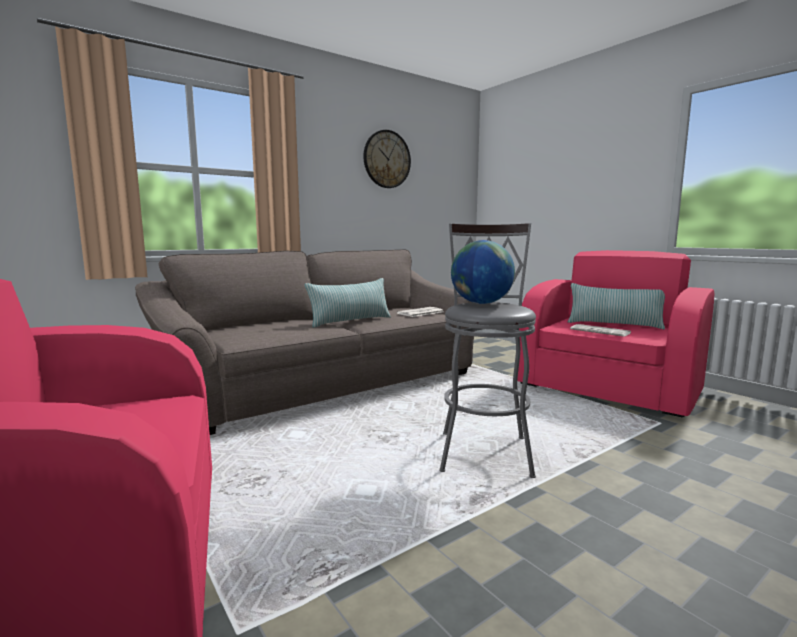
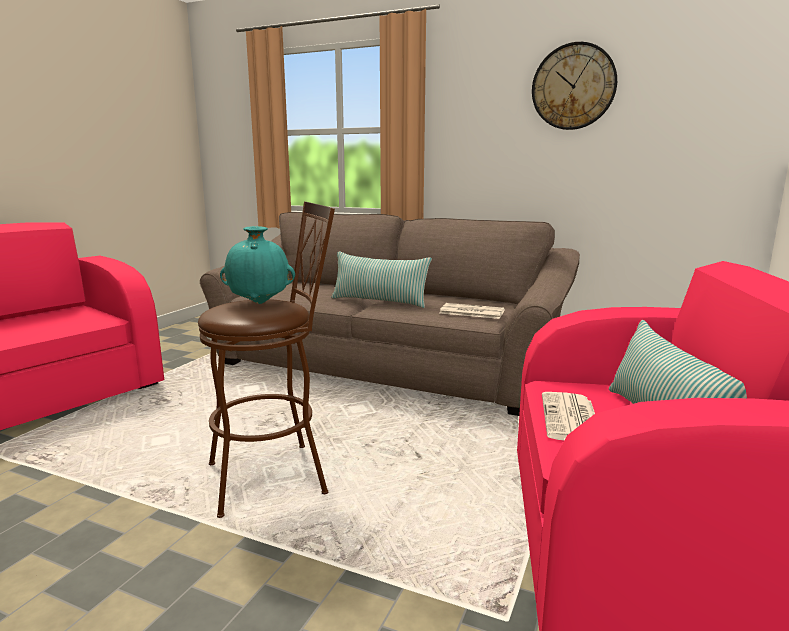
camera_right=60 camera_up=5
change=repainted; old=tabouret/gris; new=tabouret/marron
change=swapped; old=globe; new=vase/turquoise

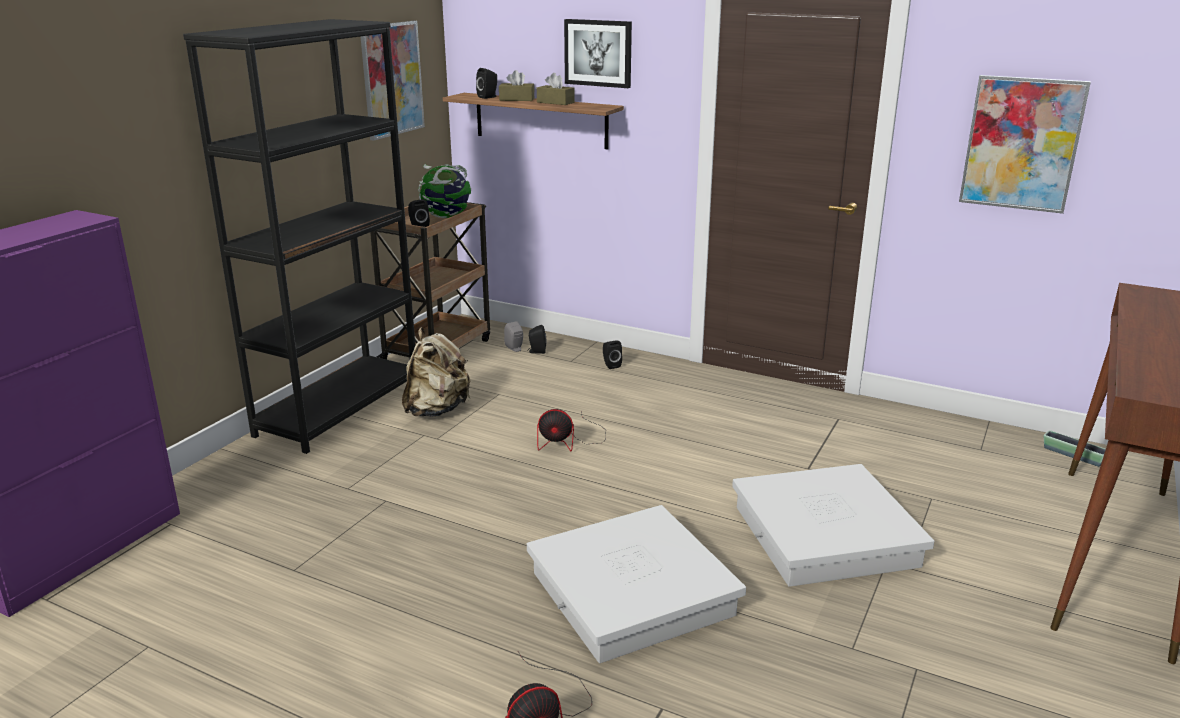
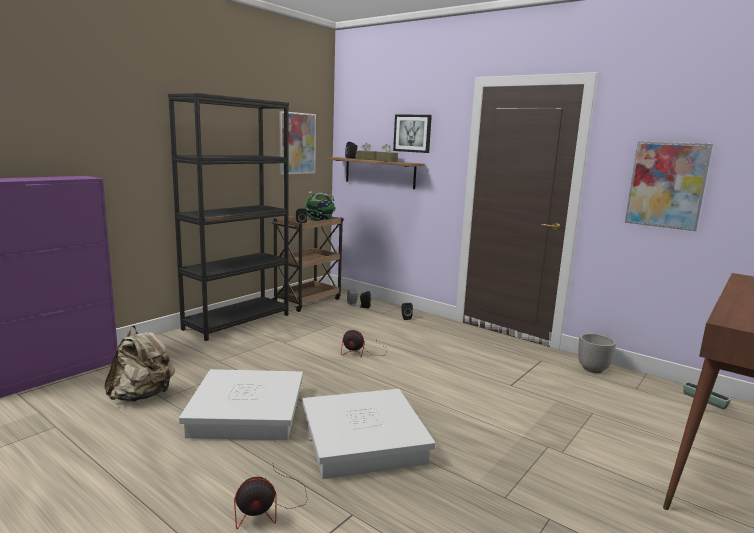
camera_right=10 camera_up=-10
change=shifted; old=sac à dos/beige
change=shifted; old=boîte de rangement/blanc (no. 2 from left in the first image); new=boîte de rangement/blanc (no. 1 from left)
change=new; new=cache-pot (no. 1 from left)

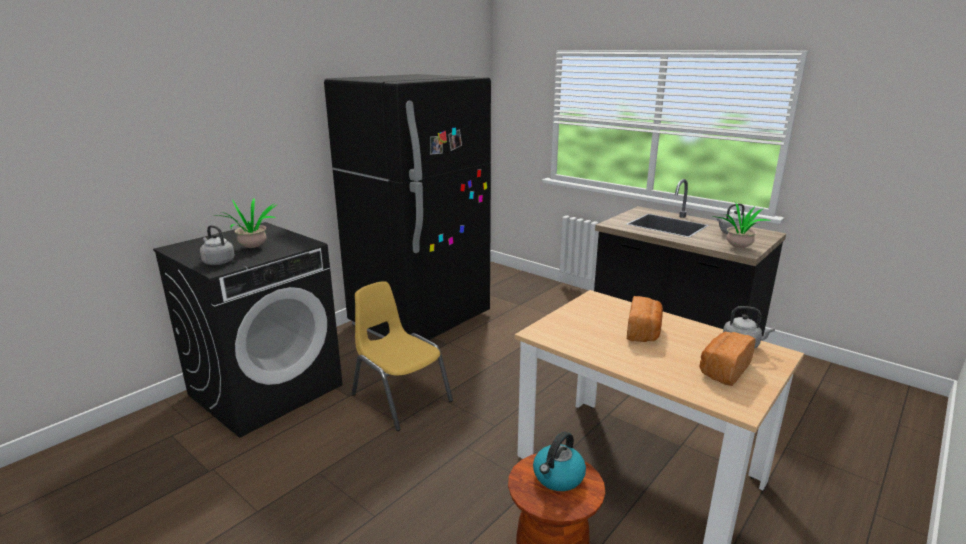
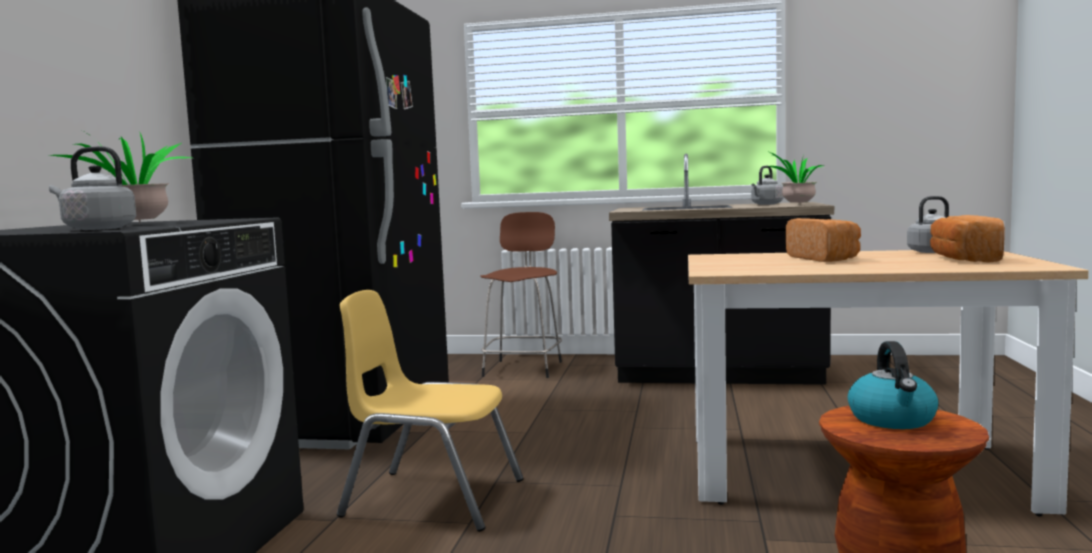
camera_right=-30 camera_up=-15
change=new; new=tabouret/marron (no. 1 from left)

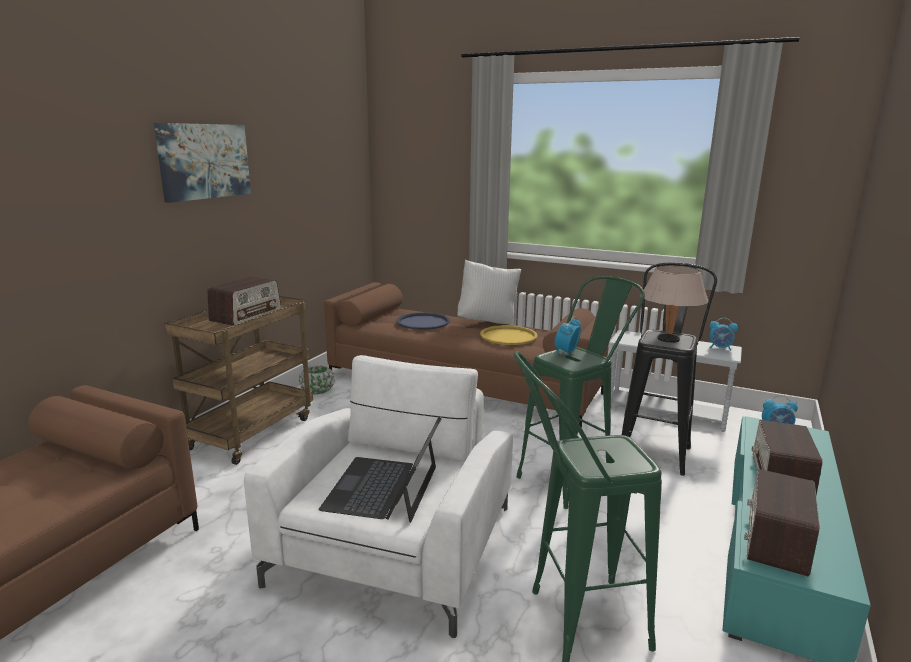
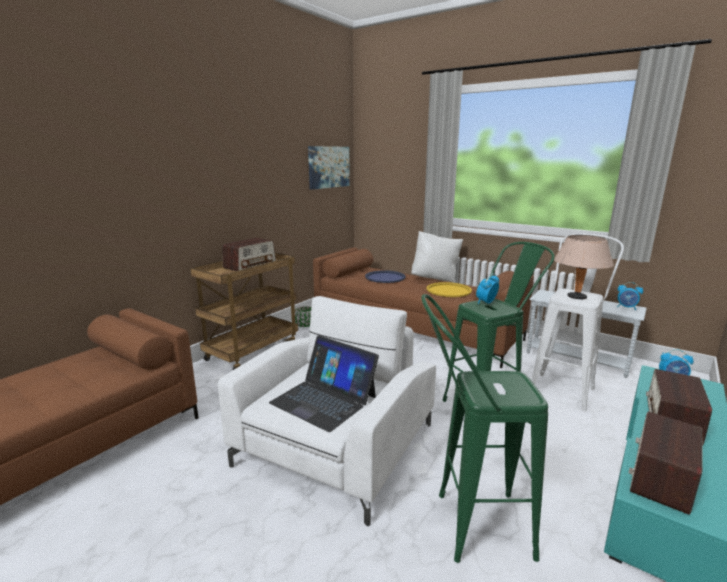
camera_right=10 camera_up=0
change=rotated; old=ordinateur portable; degrees=-75
change=shifted; old=tableau
change=repainted; old=tabouret/noir; new=tabouret/blanc

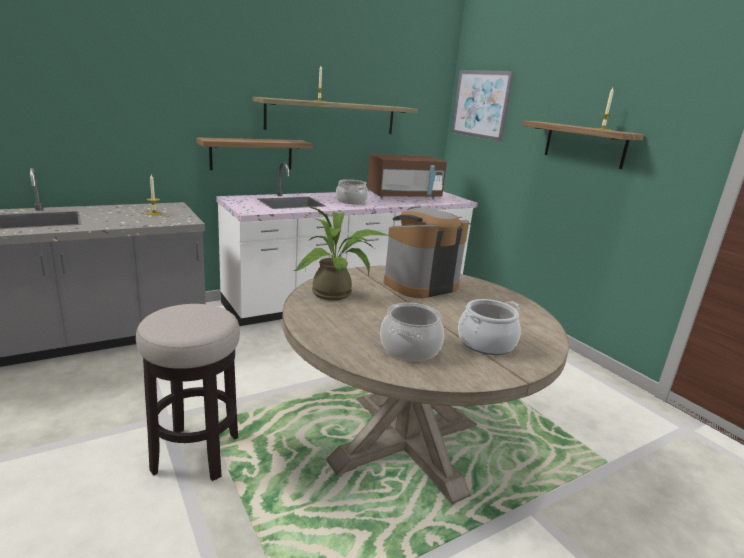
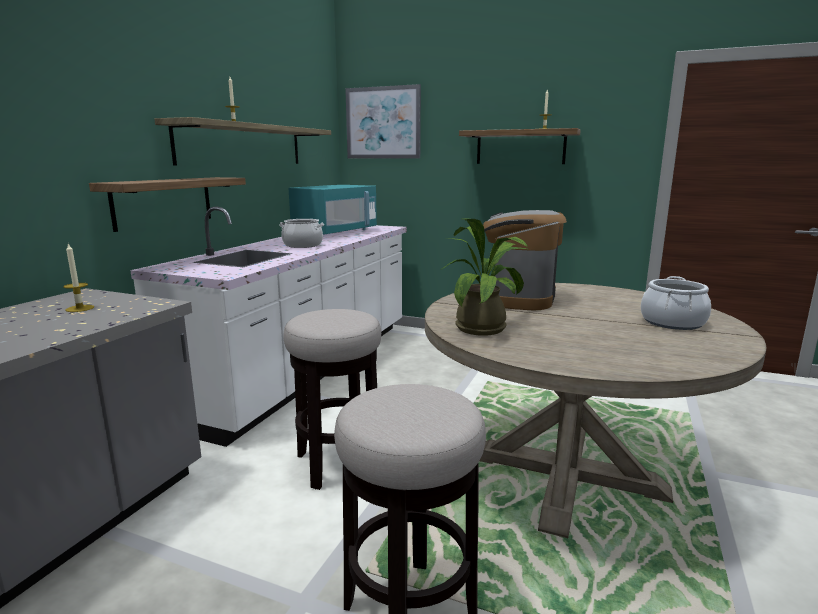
camera_right=-35 camera_up=-5
change=new; new=tabouret (no. 1 from left)
change=repainted; old=micro-ondes/marron; new=micro-ondes/turquoise
change=gone; old=marmite (no. 2 from left)

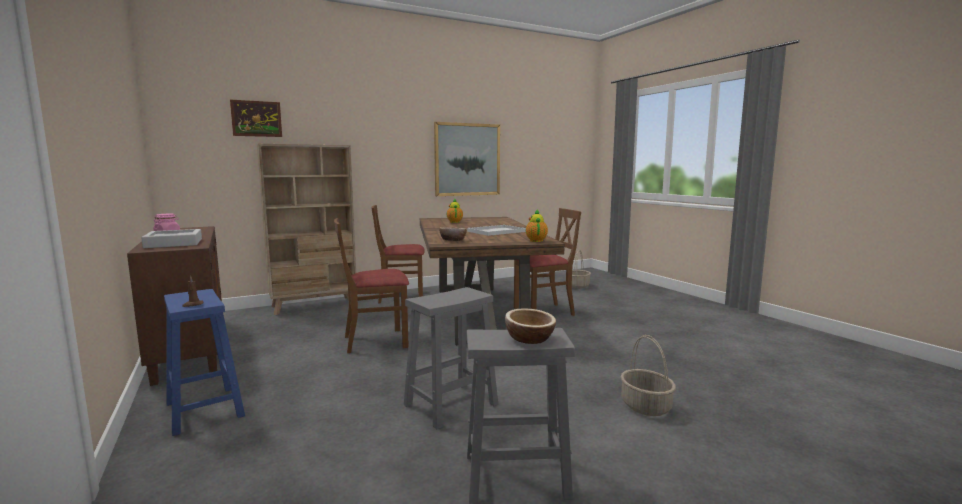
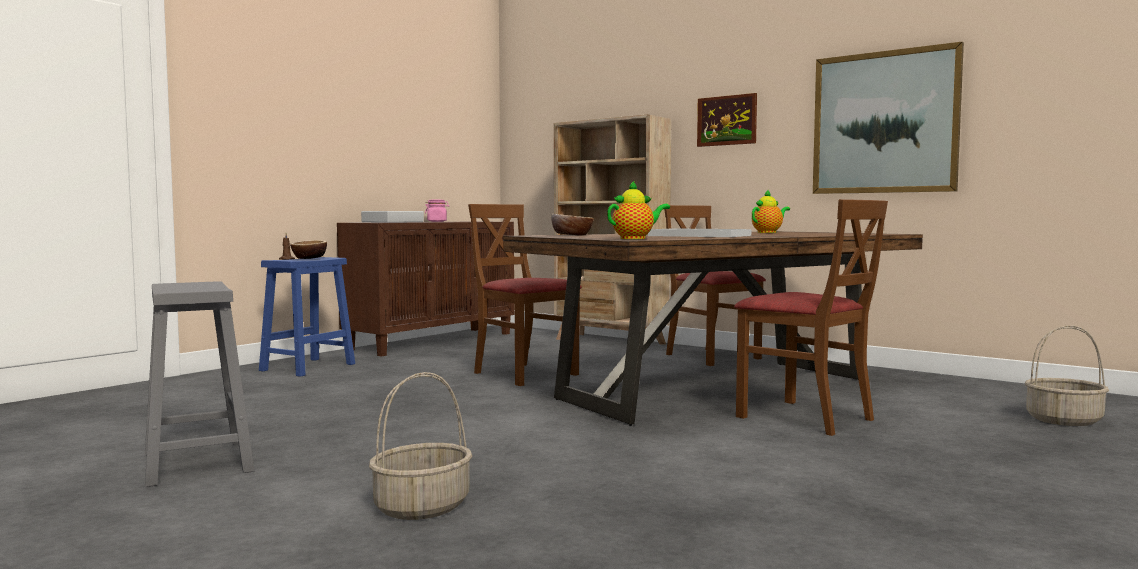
camera_right=65 camera_up=-5
change=shifted; old=bol (no. 2 from left in the first image); new=bol (no. 1 from left)
change=shifted; old=tableau (no. 1 from left)
change=gone; old=tabouret/gris (no. 1 from left)

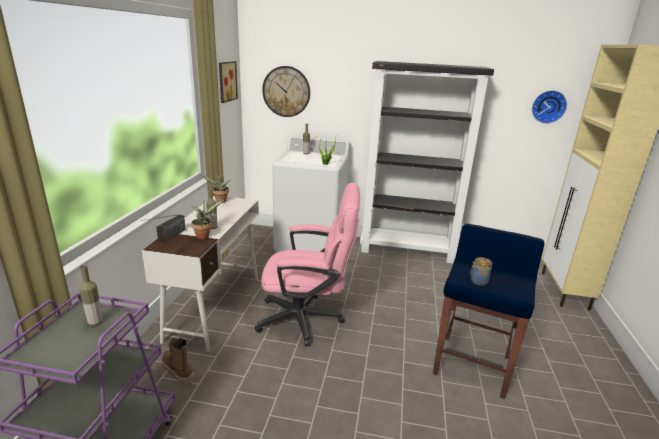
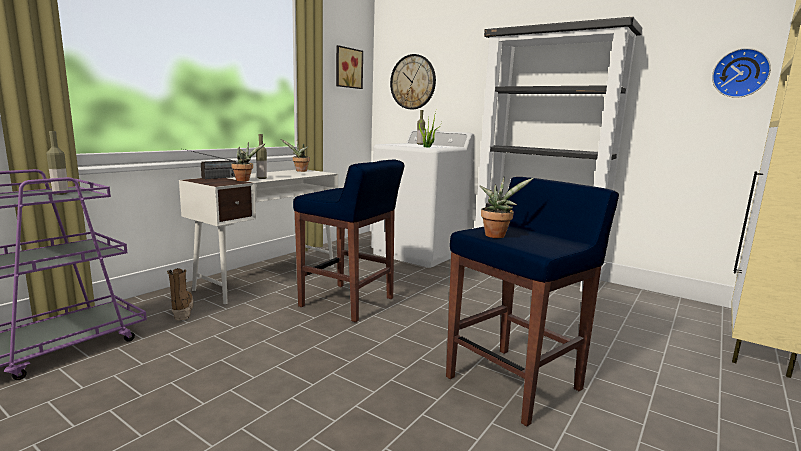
camera_right=25 camera_up=-10
change=swapped; old=chaise de bureau/rose; new=tabouret/bleu (no. 1 from left)
change=swapped; old=bocal; new=plante en pot (no. 4 from left)

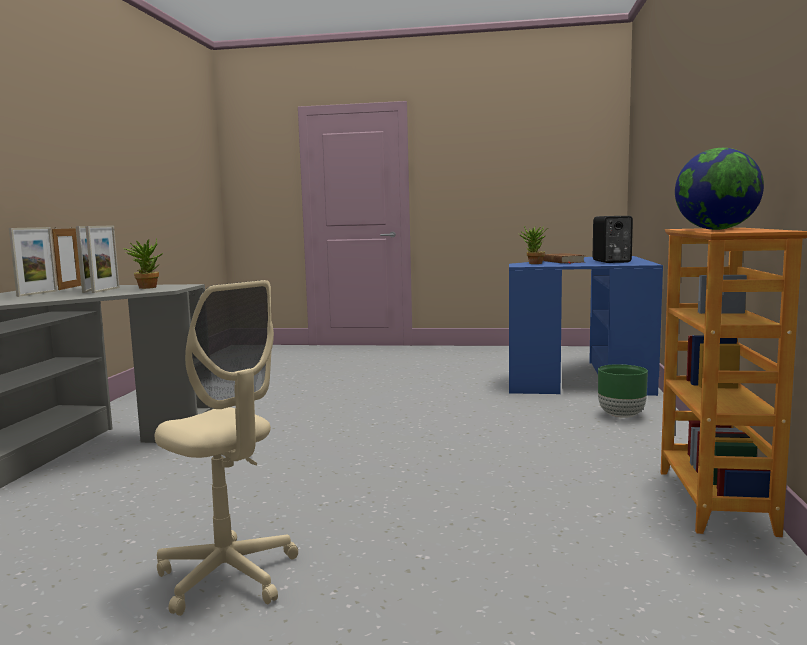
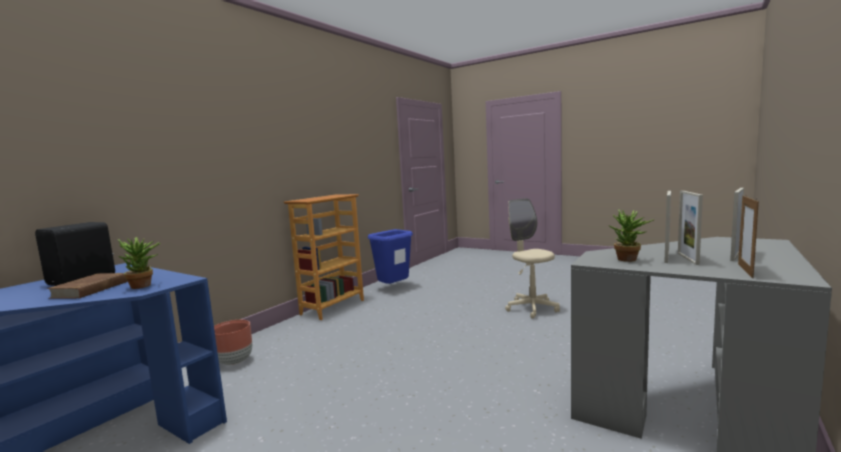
camera_right=-155 camera_up=0
change=repainted; old=cache-pot/vert; new=cache-pot/marron
change=new; new=poubelle/bleu
change=gone; old=globe

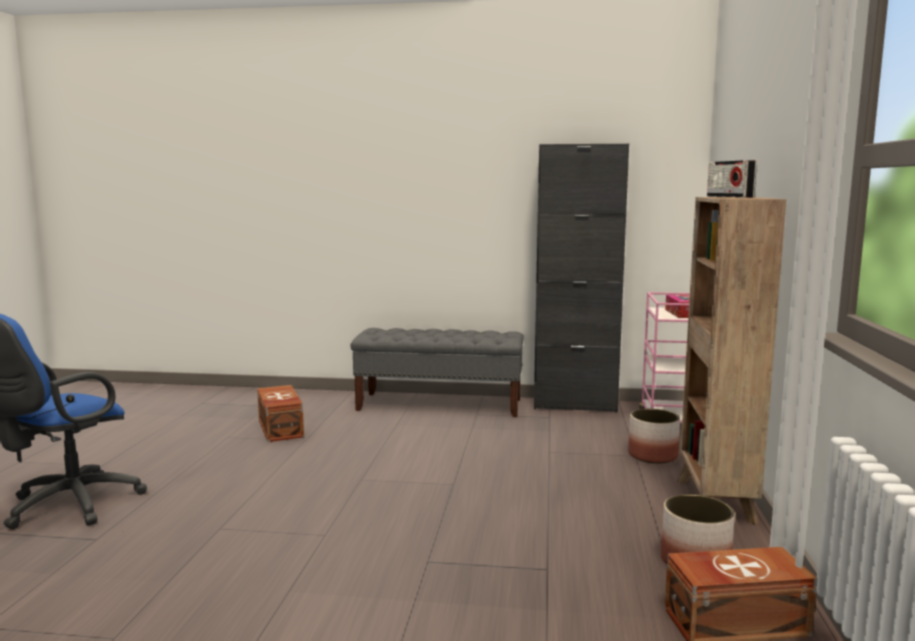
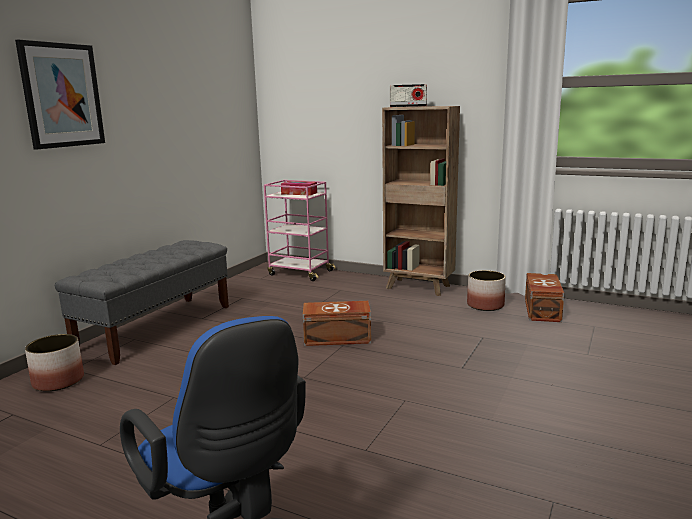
camera_right=-70 camera_up=5
change=new; new=tableau
change=shifted; old=cache-pot (no. 1 from left)
change=shifted; old=boîte de rangement/marron (no. 1 from left)
change=gone; old=meuble de rangement/noir

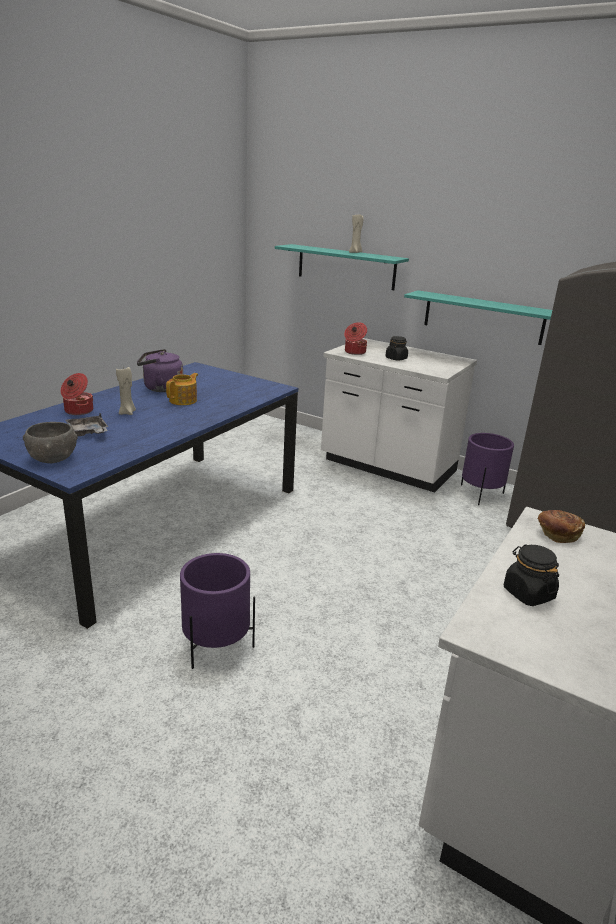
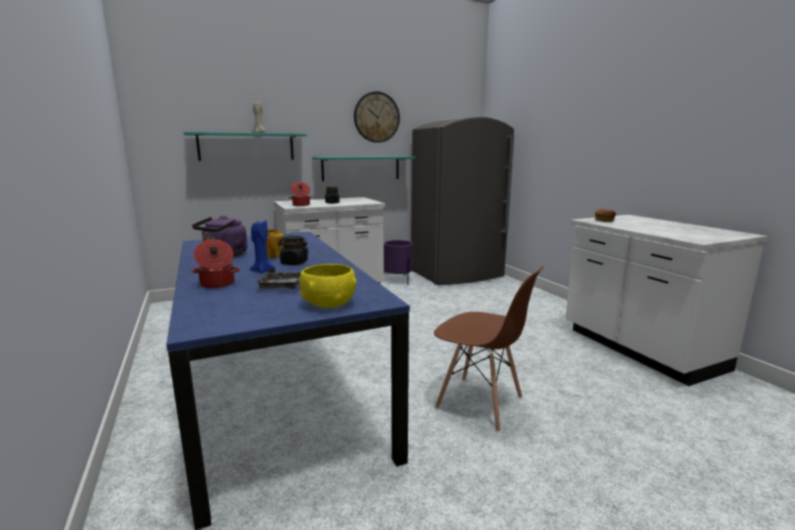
camera_right=-55 camera_up=-10
change=repainted; old=bougie/beige (no. 1 from left); new=bougie/bleu
change=shifted; old=bocal/noir (no. 2 from left in the first image); new=bocal/noir (no. 1 from left)
change=repainted; old=bol/gris; new=bol/jaune
change=new; new=horloge murale
change=swapped; old=cache-pot/violet (no. 1 from left); new=chaise/marron

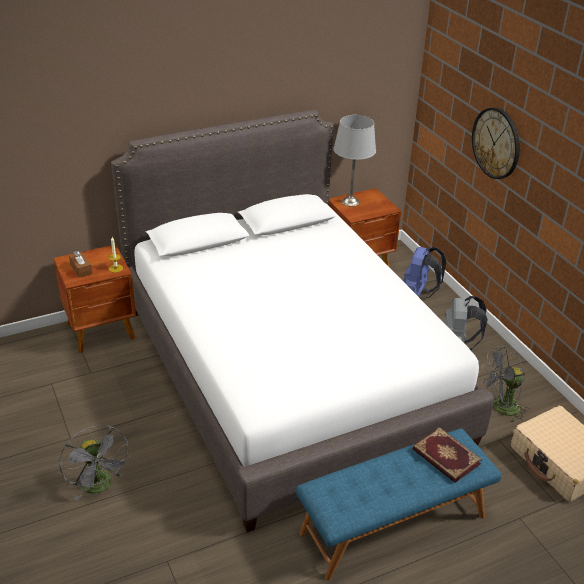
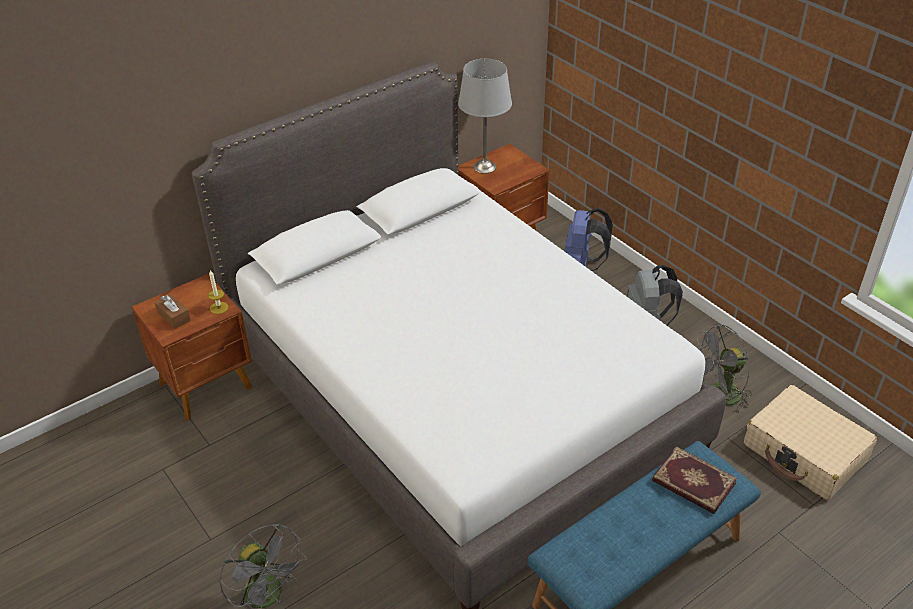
camera_right=-10 camera_up=5
change=gone; old=horloge murale

